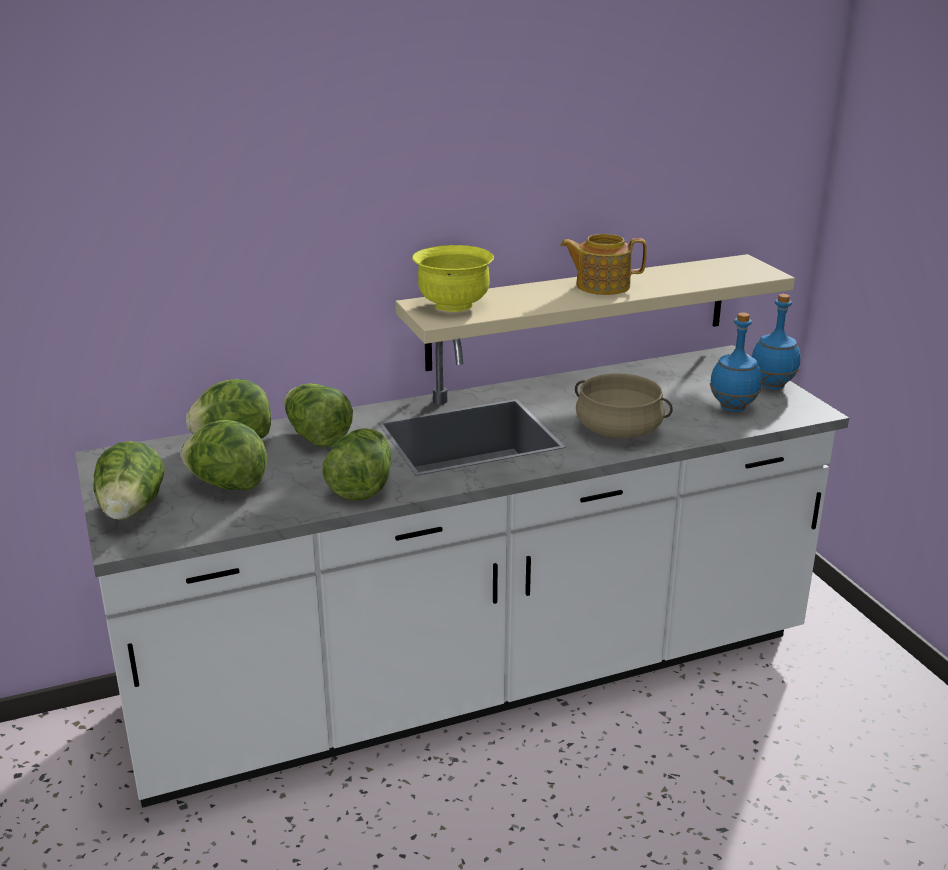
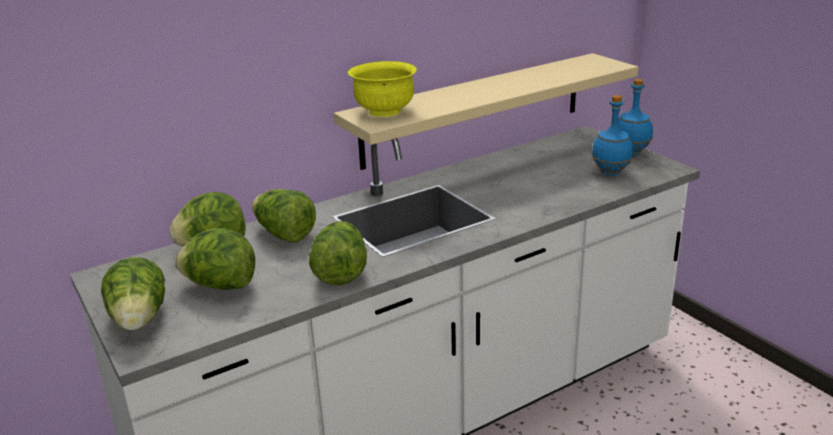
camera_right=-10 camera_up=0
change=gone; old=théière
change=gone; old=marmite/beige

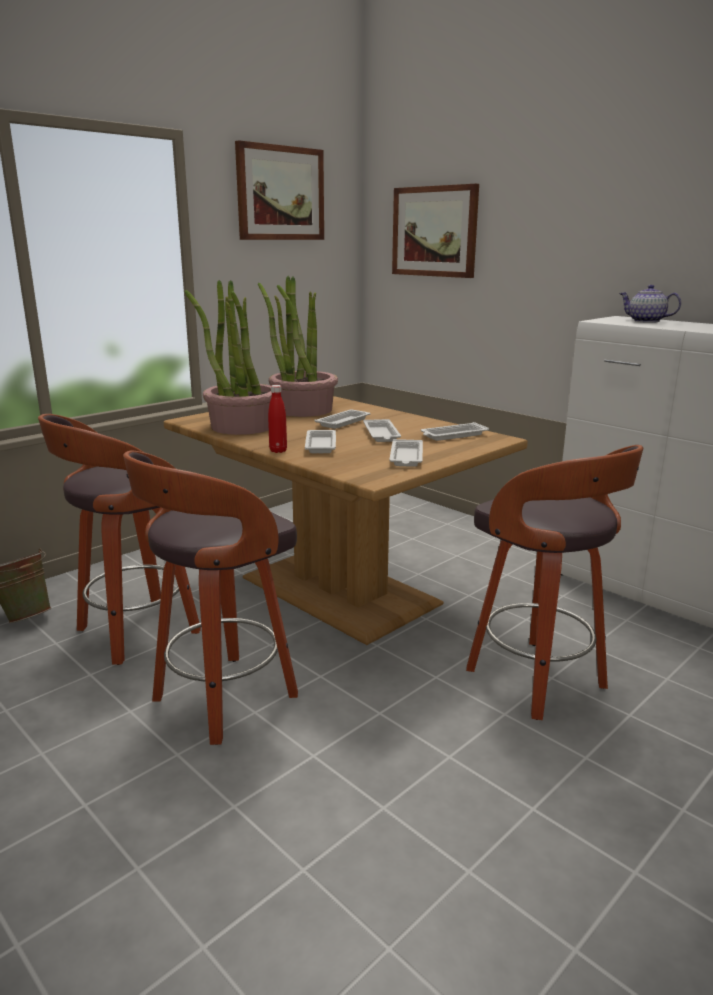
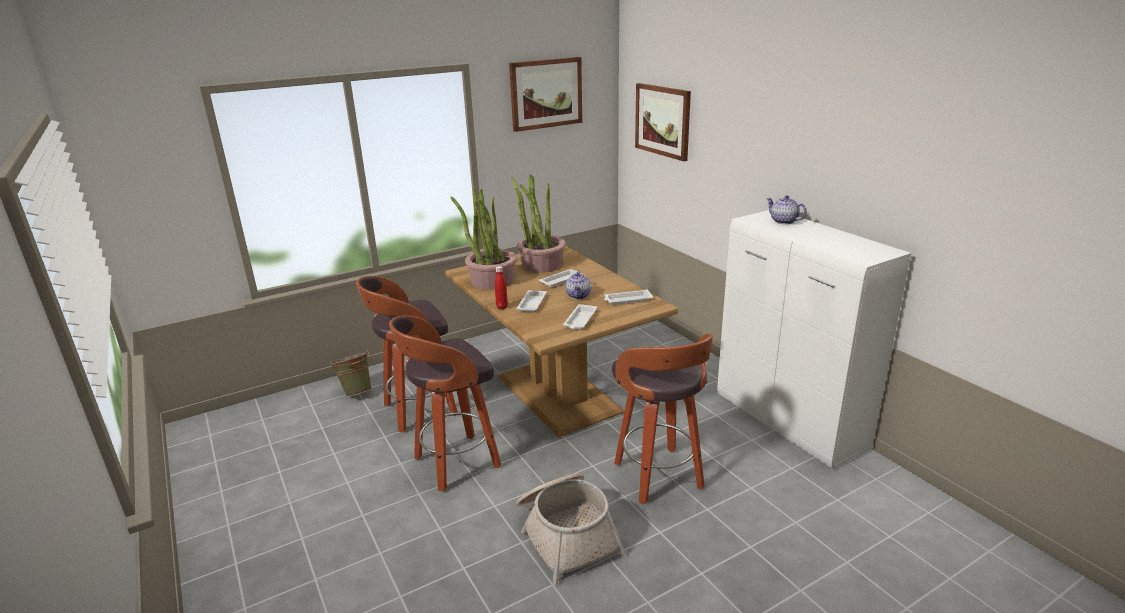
camera_right=15 camera_up=5
change=new; new=panier
change=swapped; old=plateau/blanc (no. 3 from left); new=théière (no. 1 from left)

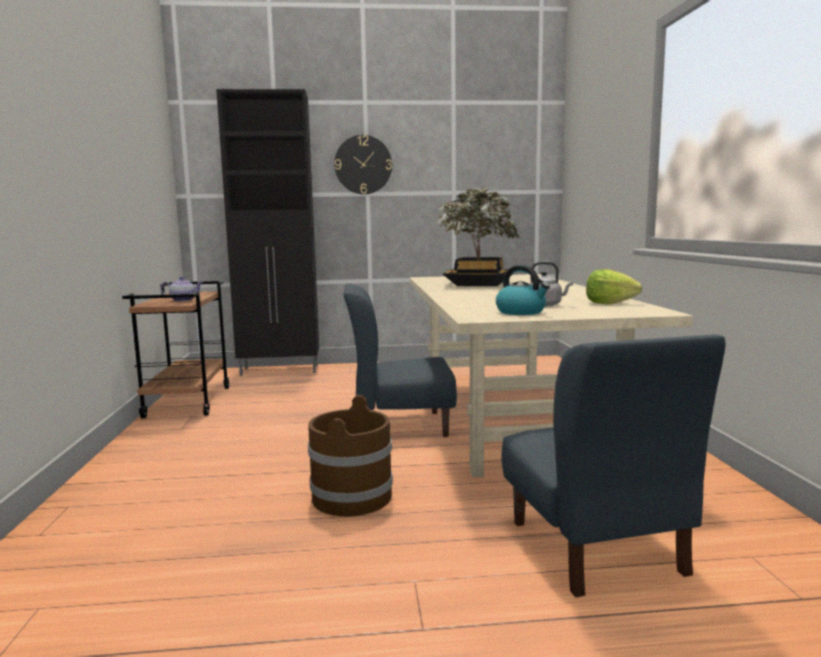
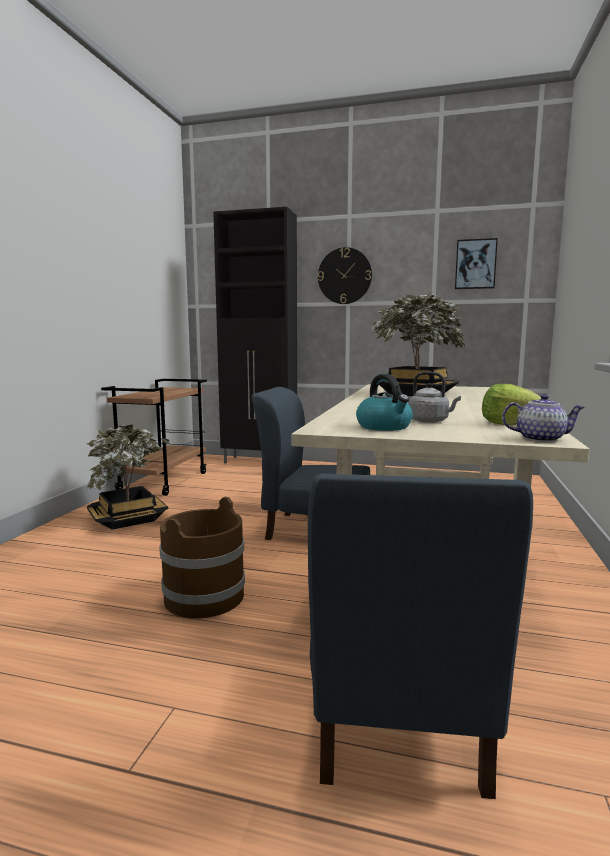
camera_right=20 camera_up=0
change=new; new=plante en pot (no. 1 from left)
change=new; new=tableau
change=shifted; old=théière

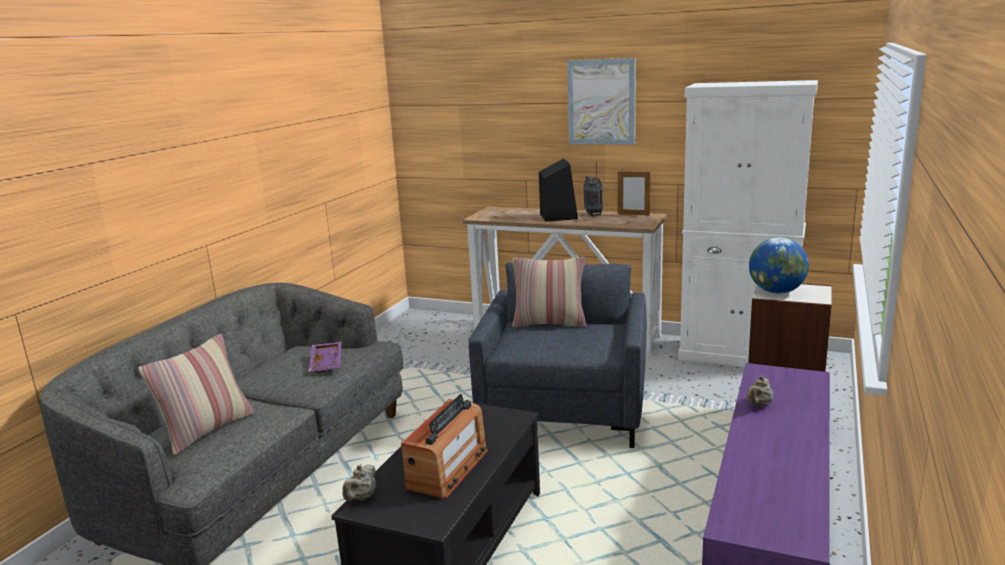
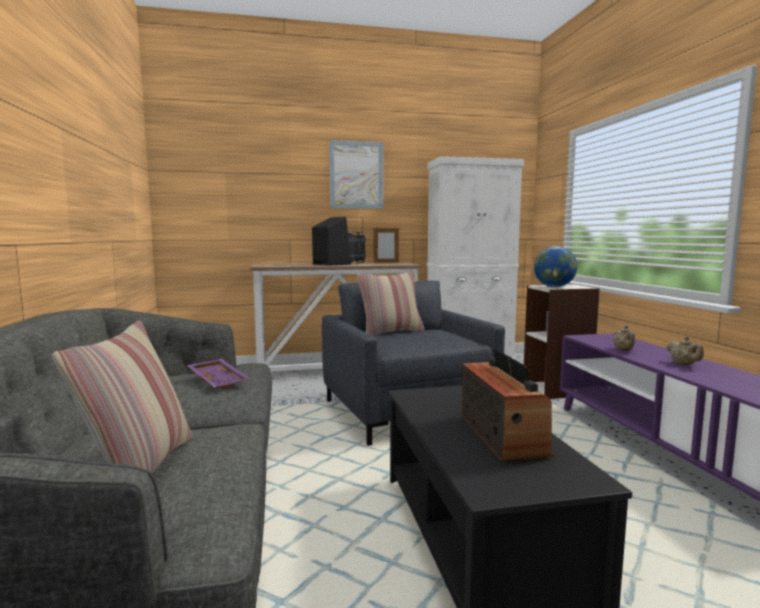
camera_right=-35 camera_up=-10
change=shifted; old=théière/beige (no. 1 from left in the first image); new=théière/beige (no. 2 from left)

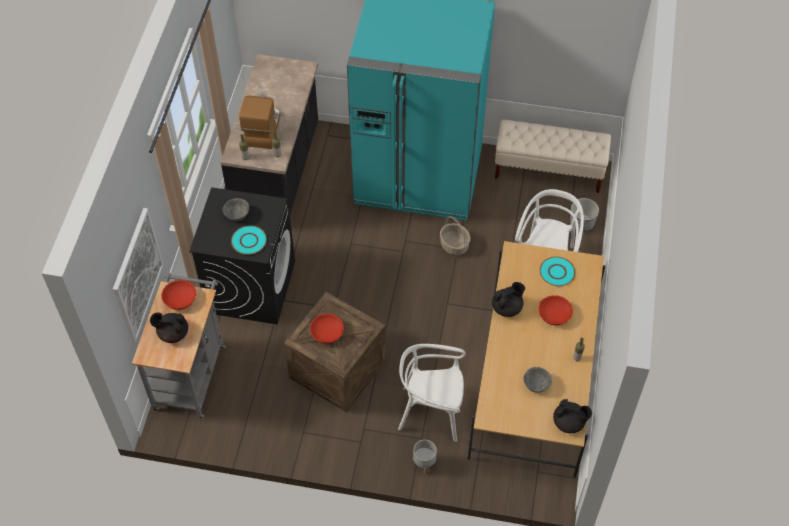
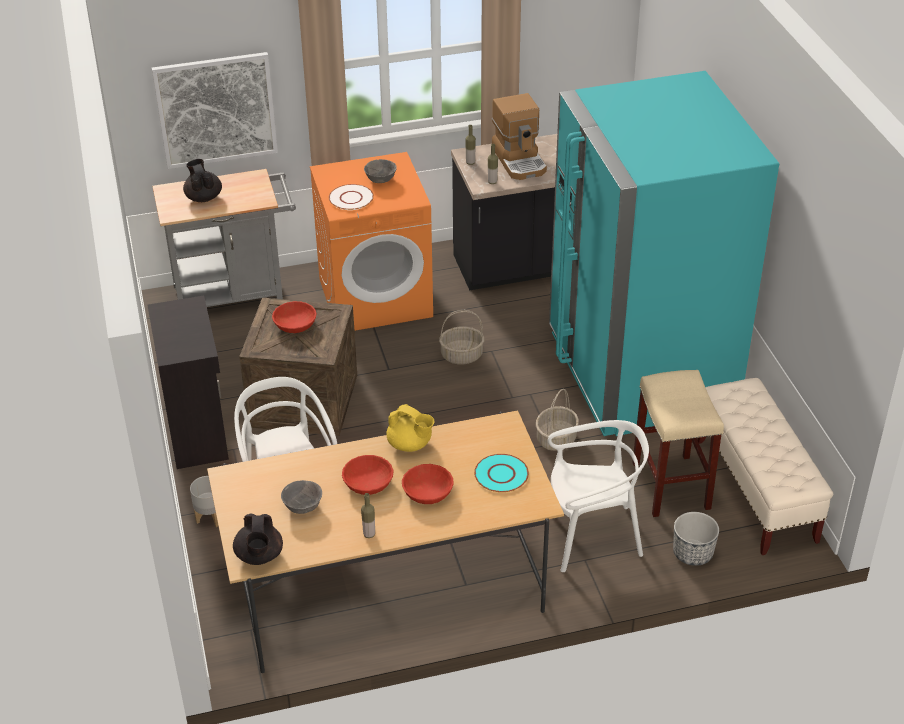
camera_right=65 camera_up=-15
change=new; new=meuble de rangement/noir
change=repainted; old=lave-linge/noir; new=lave-linge/orange
change=repainted; old=assiette/turquoise (no. 1 from left); new=assiette/blanc
change=shifted; old=bol/rouge (no. 1 from left in the first image); new=bol/rouge (no. 2 from left)
change=repainted; old=théière/noir (no. 2 from left); new=théière/jaune
change=new; new=panier (no. 1 from left)
change=rotated; old=machine à café; degrees=90
change=new; new=tabouret/beige

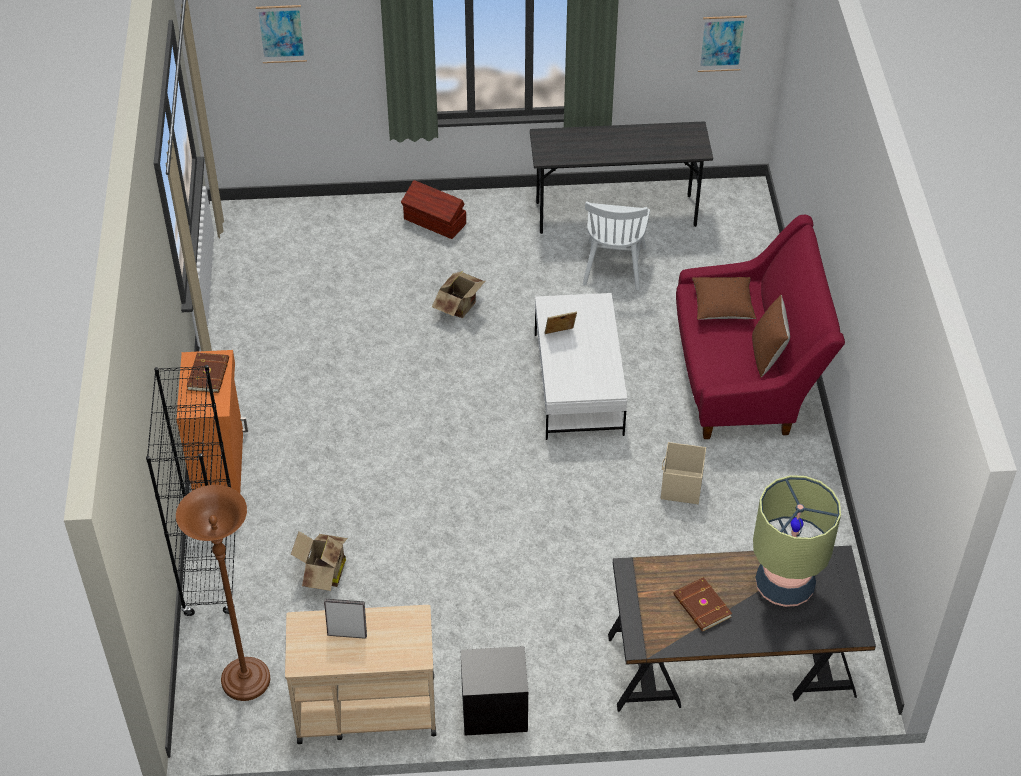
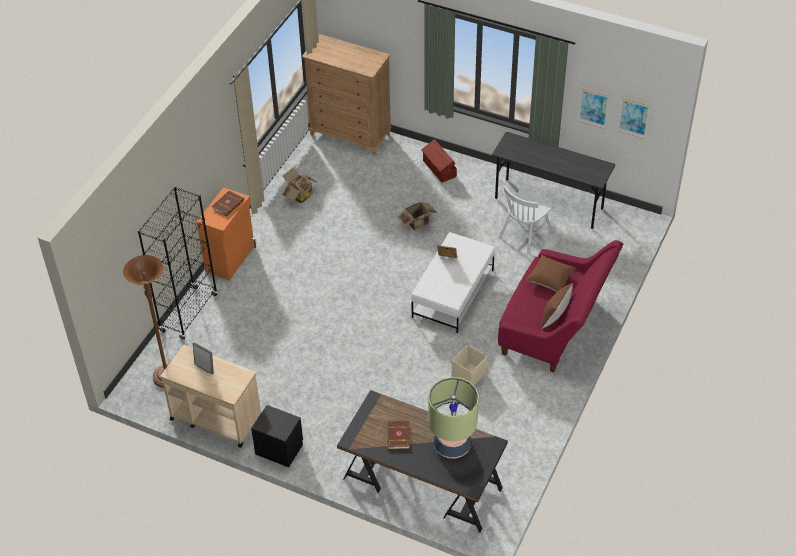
camera_right=30 camera_up=0
change=shifted; old=carton (no. 1 from left)
change=new; new=commode/marron
change=shifted; old=tableau (no. 1 from left)

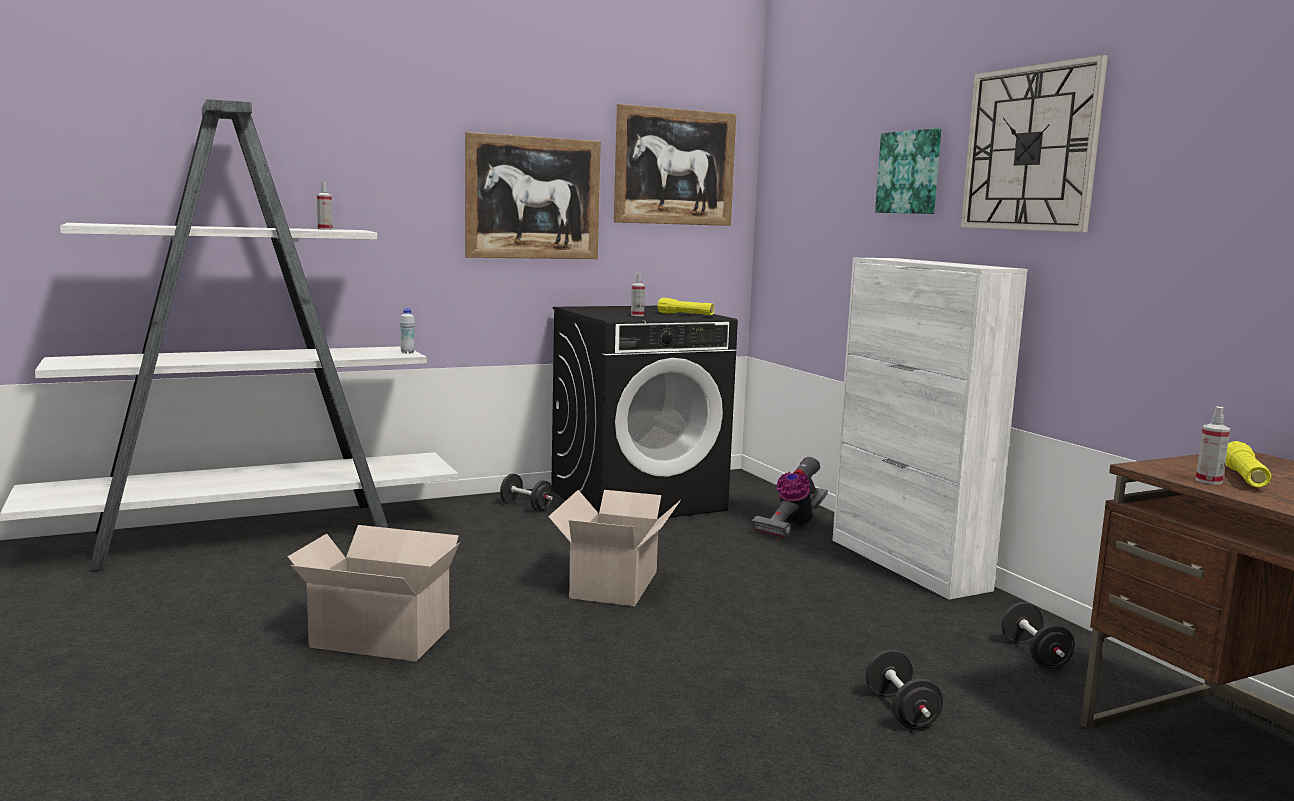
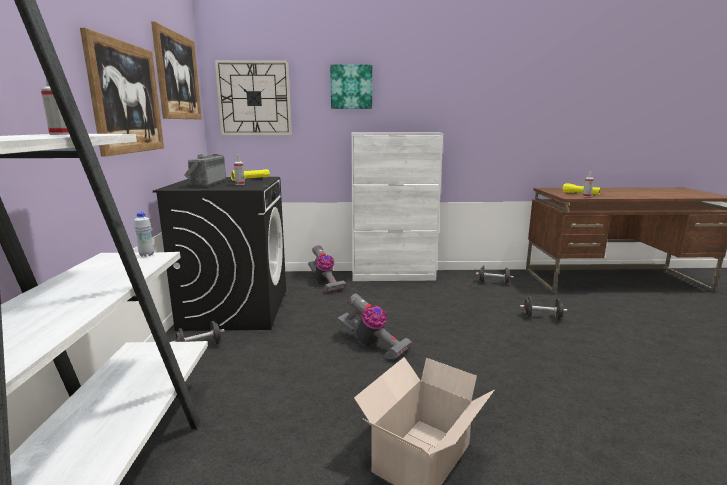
camera_right=-65 camera_up=5
change=new; new=radio
change=shifted; old=horloge murale
change=swapped; old=carton (no. 2 from left); new=aspirateur (no. 2 from left)

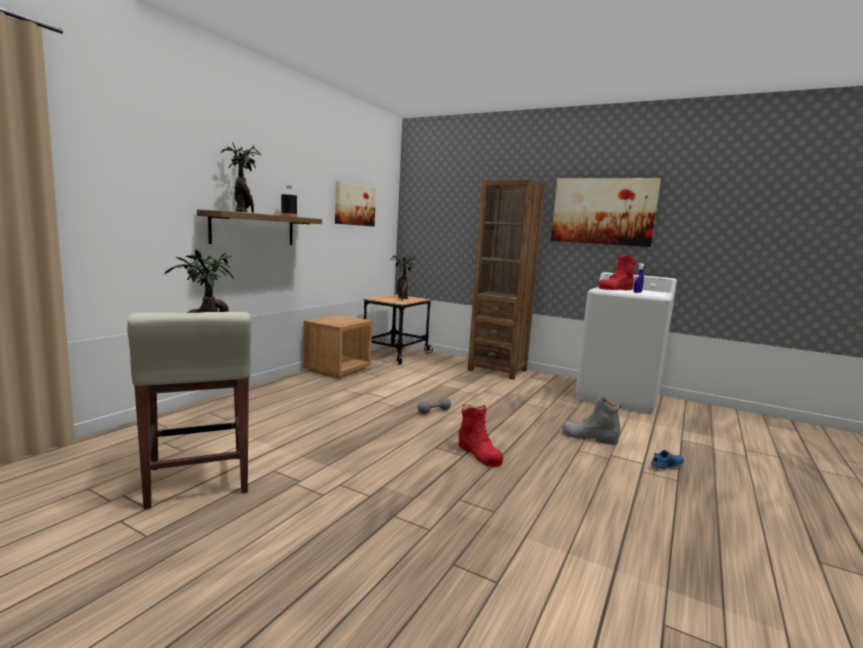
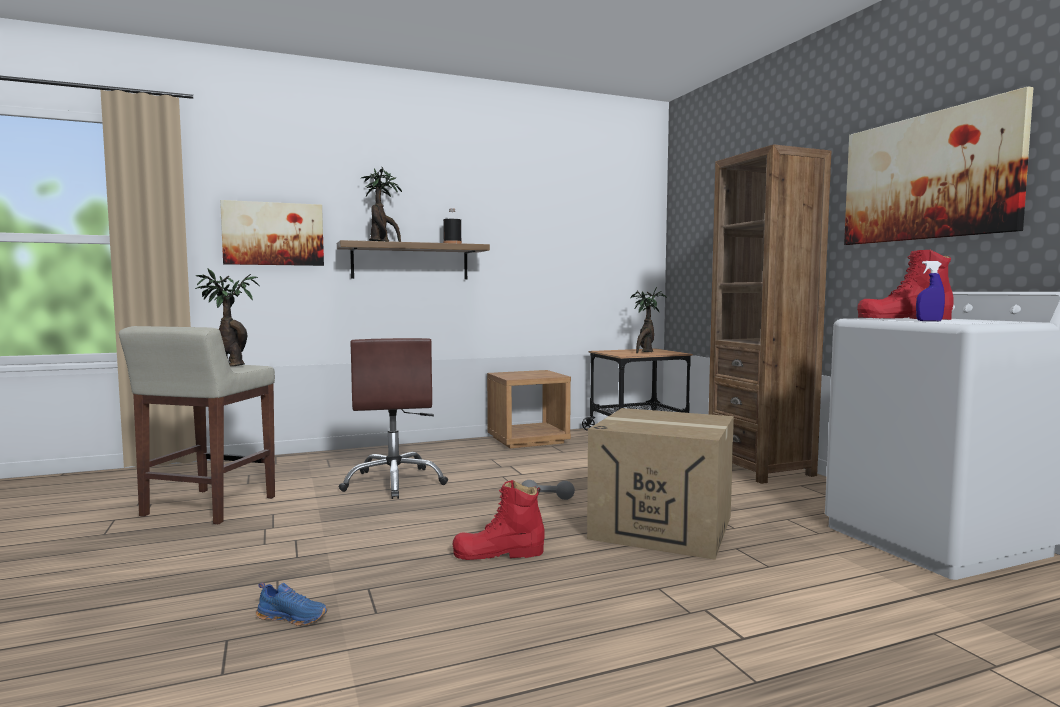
camera_right=40 camera_up=-5
change=shifted; old=tableau (no. 1 from left)
change=shifted; old=chaussure/bleu
change=new; new=chaise de bureau/marron
change=rotated; old=botte/rouge (no. 1 from left); degrees=75
change=new; new=carton
change=gone; old=botte/gris

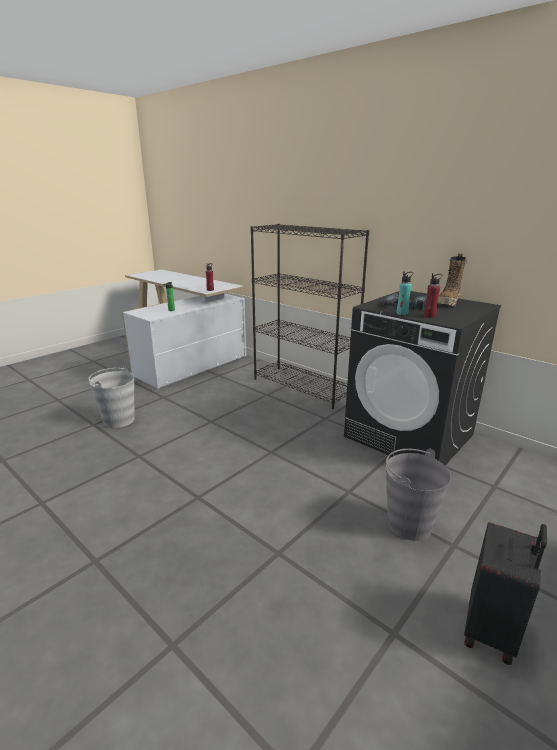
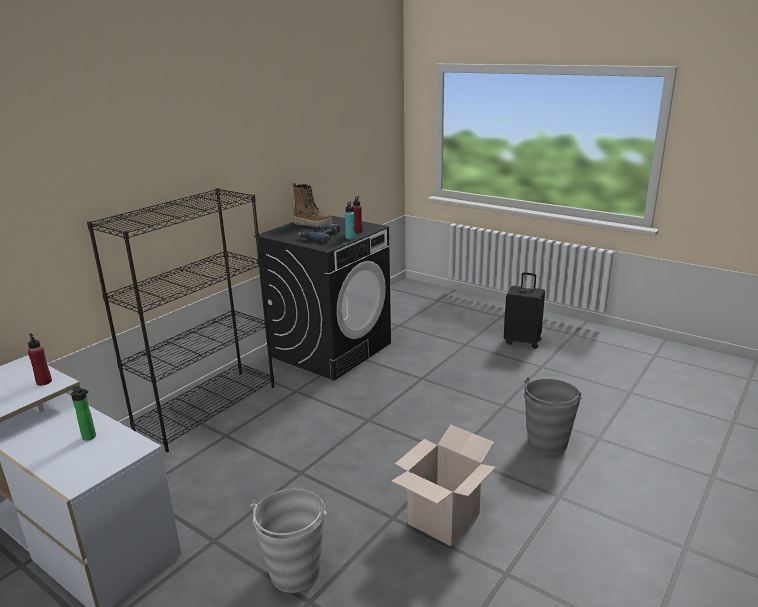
camera_right=-95 camera_up=0
change=new; new=carton
change=shifted; old=seau/gris (no. 2 from left)

